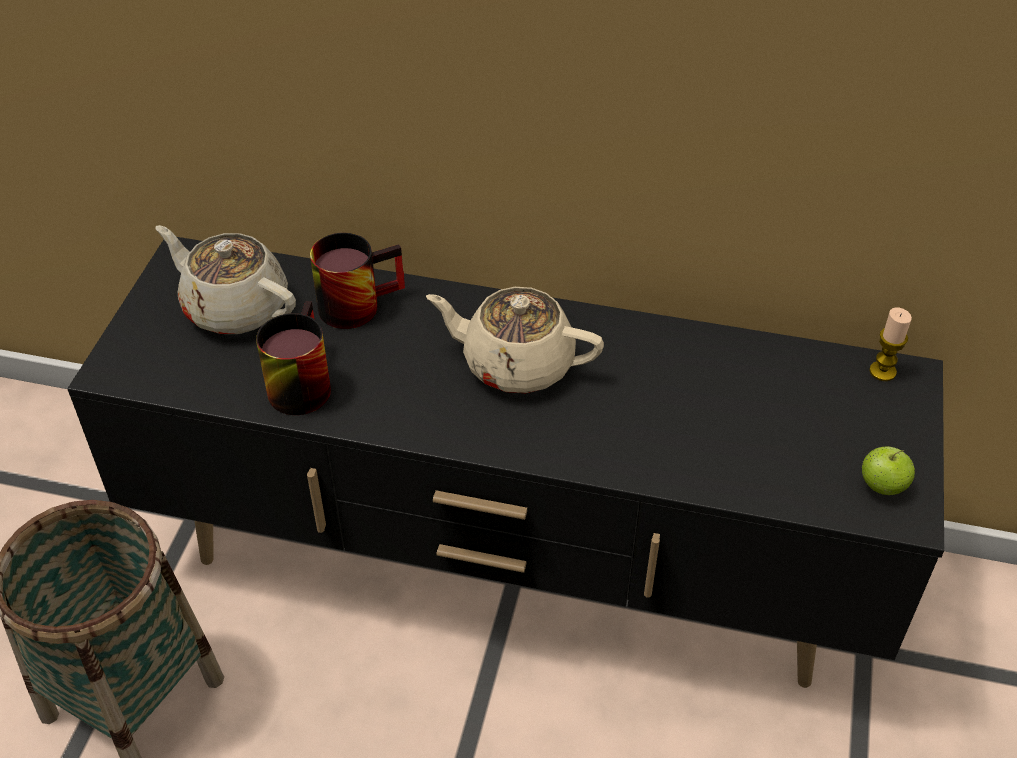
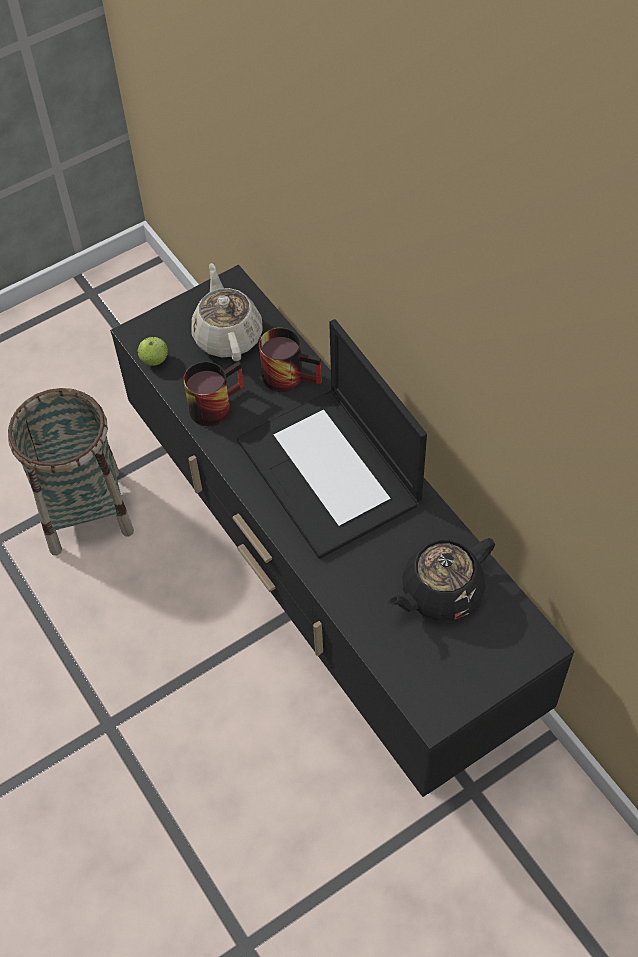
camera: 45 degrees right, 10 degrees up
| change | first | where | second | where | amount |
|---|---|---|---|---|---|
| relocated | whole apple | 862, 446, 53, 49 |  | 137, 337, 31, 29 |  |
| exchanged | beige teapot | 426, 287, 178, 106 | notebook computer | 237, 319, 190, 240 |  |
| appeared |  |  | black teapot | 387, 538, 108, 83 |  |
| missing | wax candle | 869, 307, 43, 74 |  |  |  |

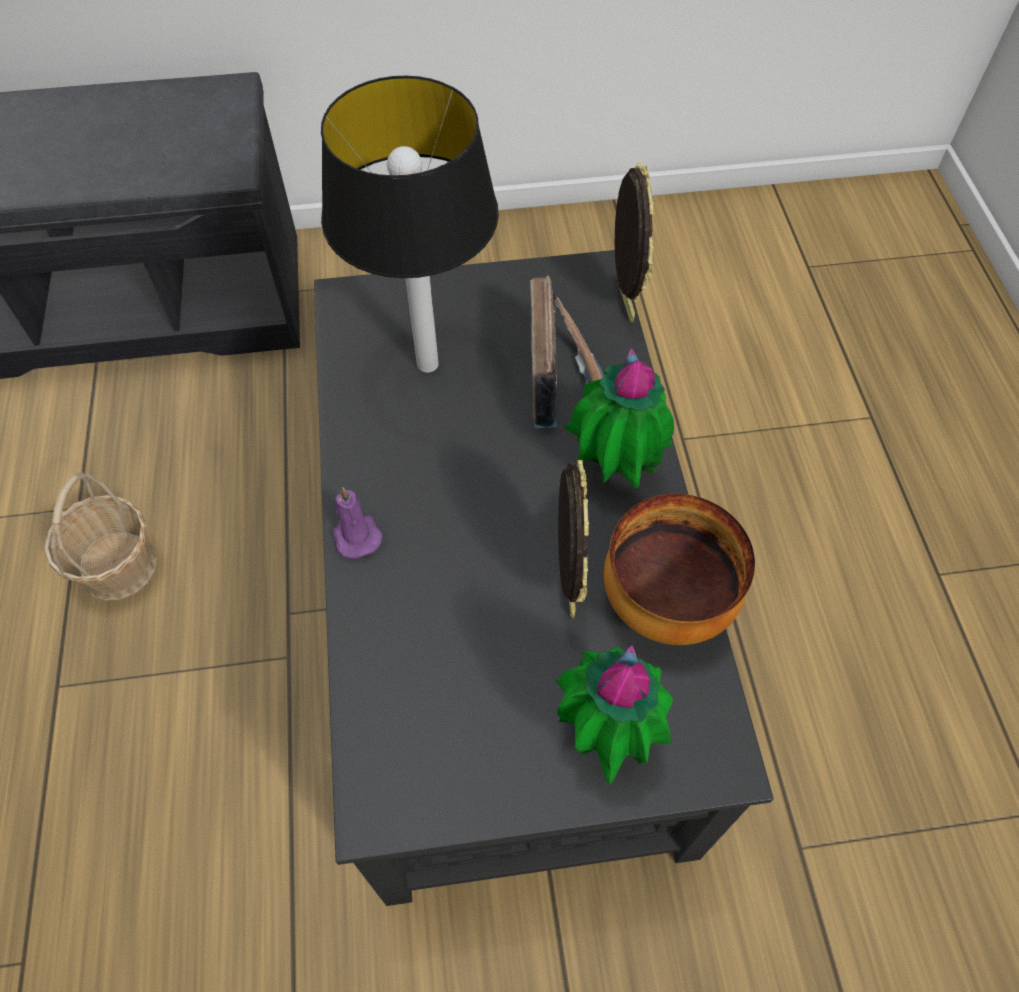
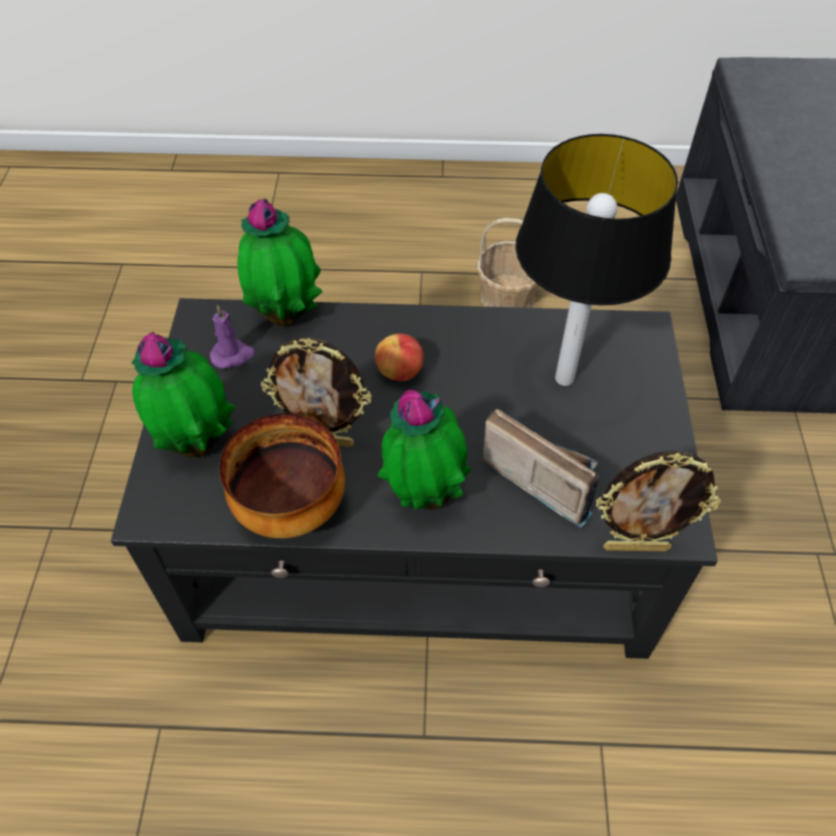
camera: 100 degrees right, 5 degrees down
| change | first | where | second | where | amount |
|---|---|---|---|---|---|
| relocated | purple wax candle | 333, 487, 50, 72 |  | 210, 305, 45, 64 |  |
| appeared |  |  | potted plant | 237, 199, 86, 127 |  |
| appeared |  |  | whole apple | 375, 333, 49, 48 |  |
| spun | radio set | 530, 275, 74, 154 |  | 482, 409, 118, 119 | 150 degrees counterclockwise |

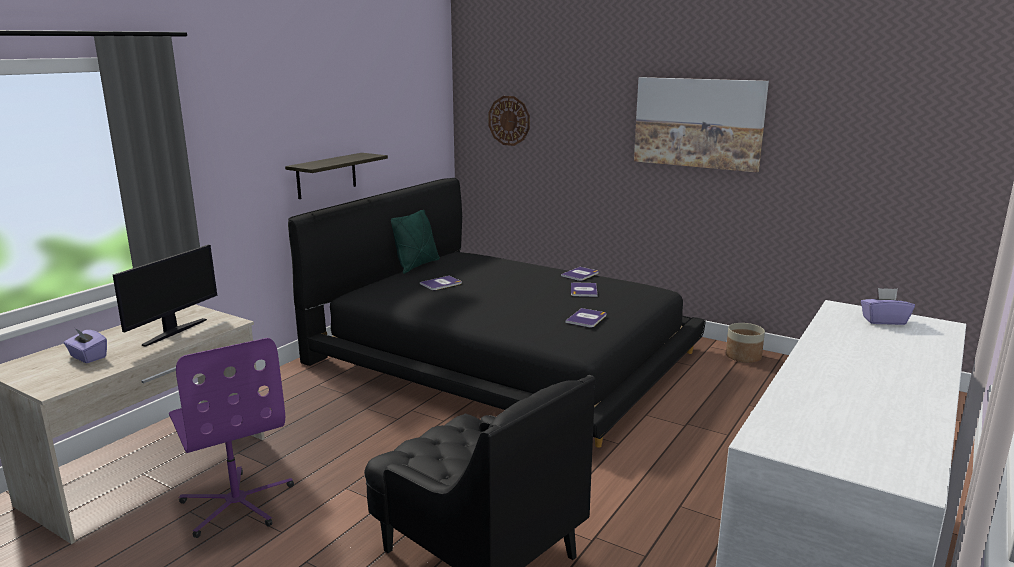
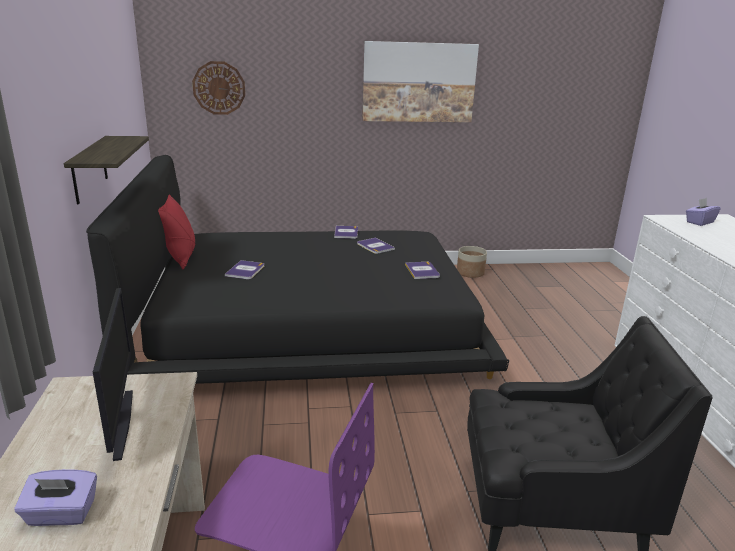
camera: 40 degrees left, 5 degrees up
| change | first | where | second | where | amount |
|---|---|---|---|---|---|
| colour | green-coloured throw pillow | 391, 210, 49, 64 | red throw pillow | 158, 194, 37, 75 |  |

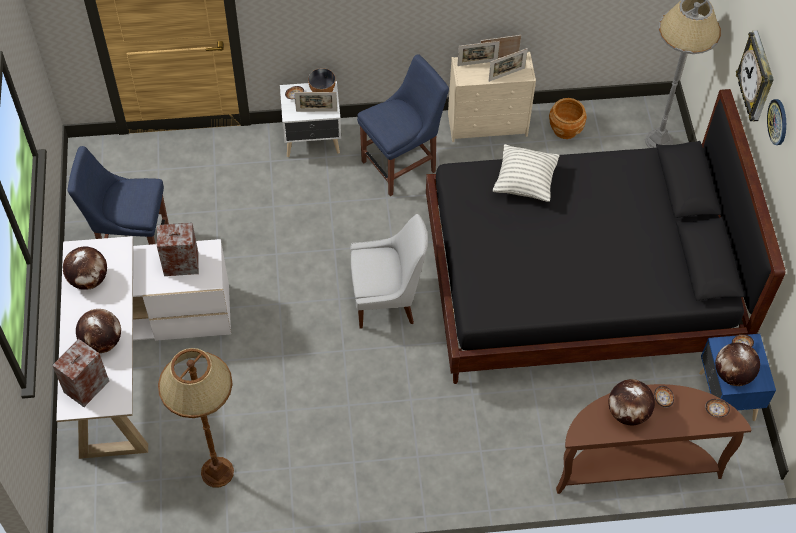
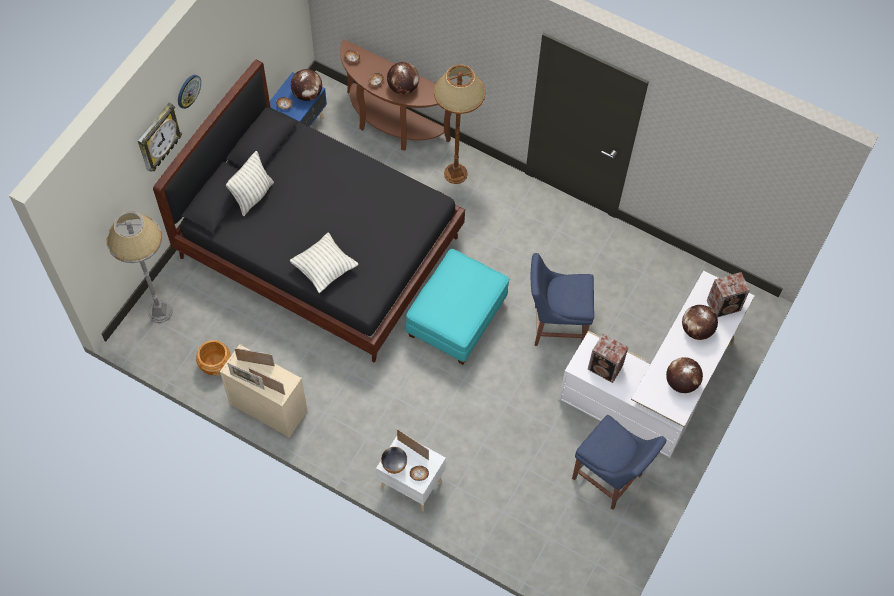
camera: 145 degrees left, 5 degrees up
| change | first | where | second | where | amount |
|---|---|---|---|---|---|
| appeared |  |  | throw pillow | 226, 151, 48, 65 |  |
| exchanged | white plain chair | 350, 214, 78, 115 | turquoise ottoman | 405, 249, 104, 116 |  |
| relocated | brown standing lamp | 158, 348, 76, 139 |  | 434, 64, 52, 120 |  |
| relocated | bluish plain chair | 357, 54, 92, 142 |  | 531, 253, 63, 93 |  |

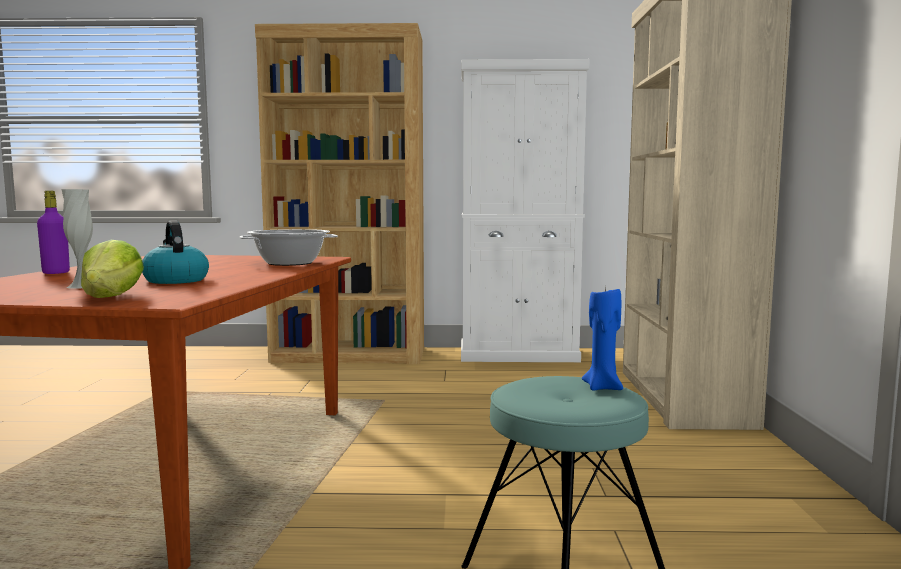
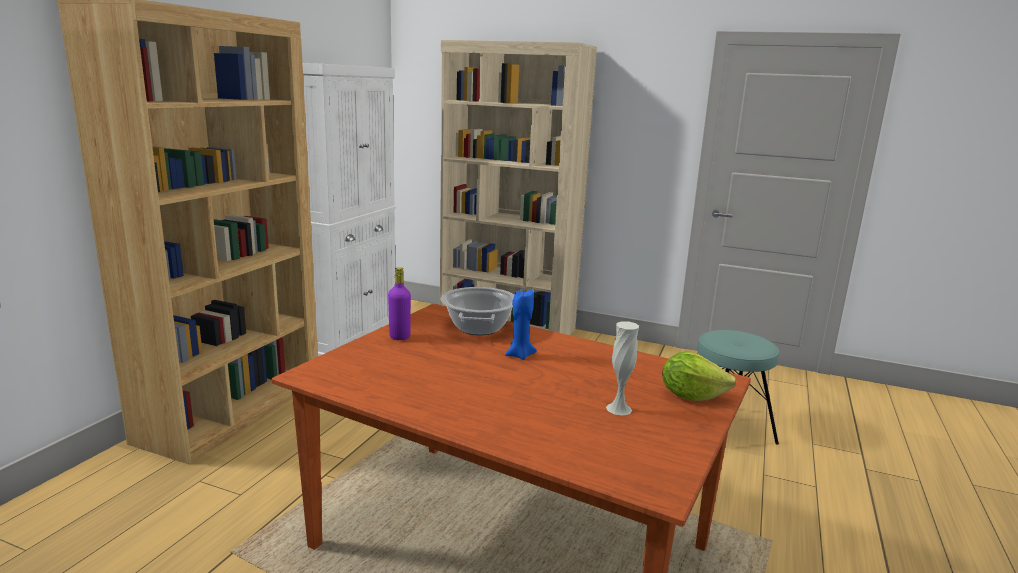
camera: 70 degrees left, 10 degrees up
| change | first | where | second | where | amount |
|---|---|---|---|---|---|
| relocated | purple beverage bottle | 37, 190, 33, 84 |  | 388, 267, 23, 73 |  |
| relocated | bluish wax candle | 582, 285, 41, 106 |  | 505, 289, 32, 71 |  |
| missing | kettle | 142, 221, 67, 63 |  |  |  |

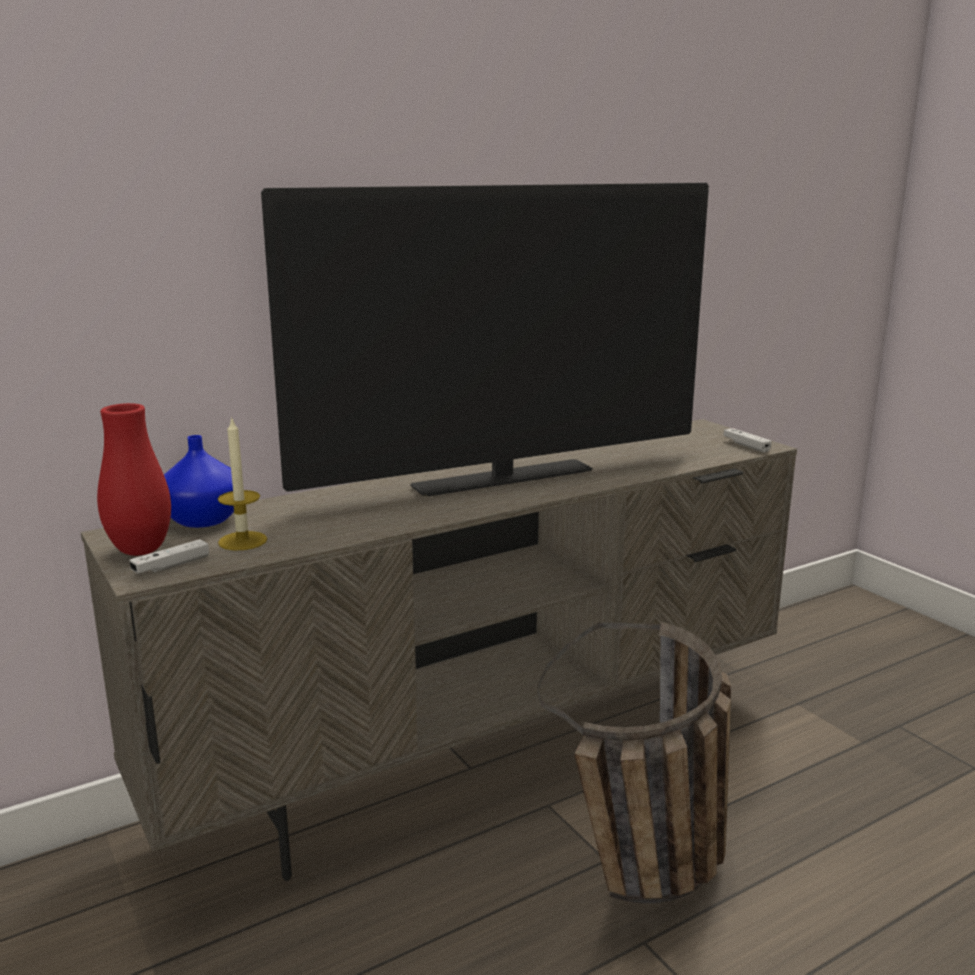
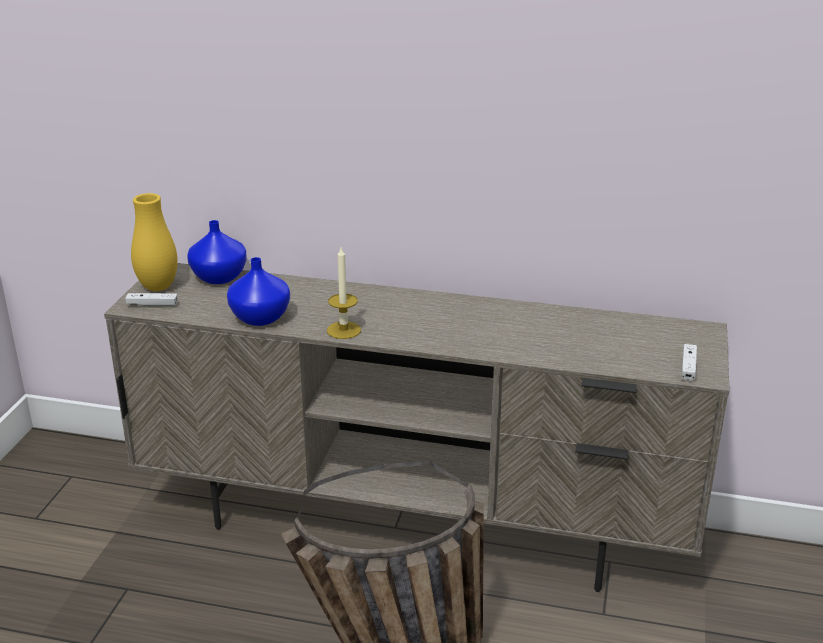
camera: 45 degrees right, 10 degrees up
| change | first | where | second | where | amount |
|---|---|---|---|---|---|
| colour | red vase | 97, 403, 74, 153 | yellow-coloured vase | 131, 193, 47, 98 |  |
| appeared |  |  | bluish vase | 227, 257, 63, 69 |  |
| relocated | wax candle | 218, 416, 49, 134 |  | 327, 247, 34, 92 |  |
| missing | TV set | 261, 183, 448, 313 |  |  |  |

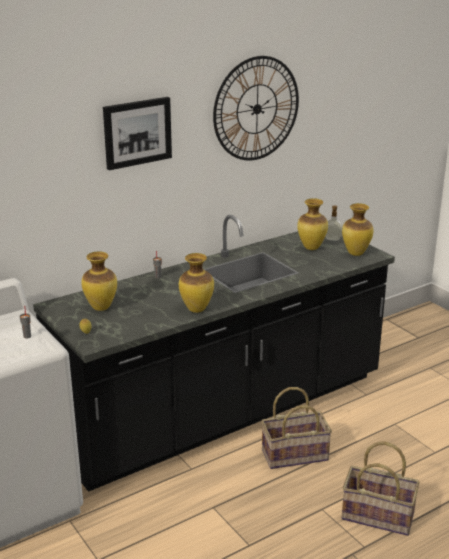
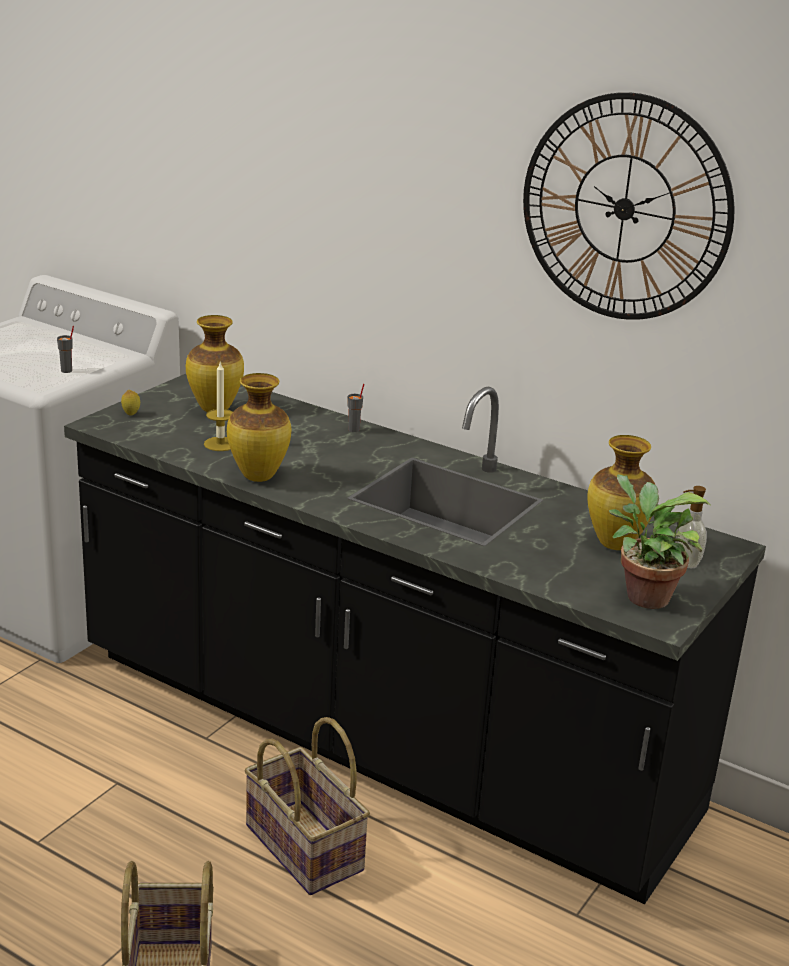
camera: 65 degrees right, 0 degrees up
| change | first | where | second | where | amount |
|---|---|---|---|---|---|
| appeared |  |  | wax candle | 204, 362, 29, 89 |  |
| exchanged | vase | 342, 203, 32, 53 | potted plant | 609, 474, 101, 135 |  |
| missing | picture | 103, 97, 69, 73 |  |  |  |

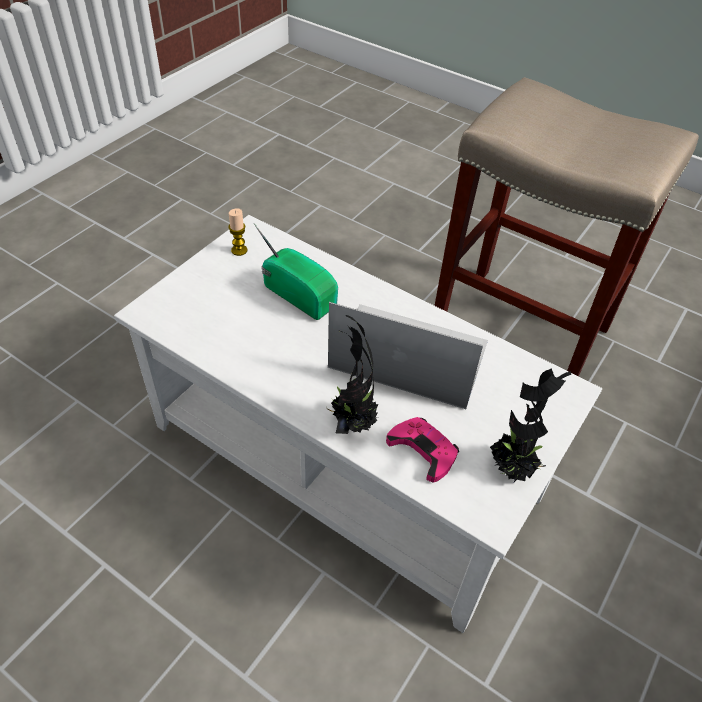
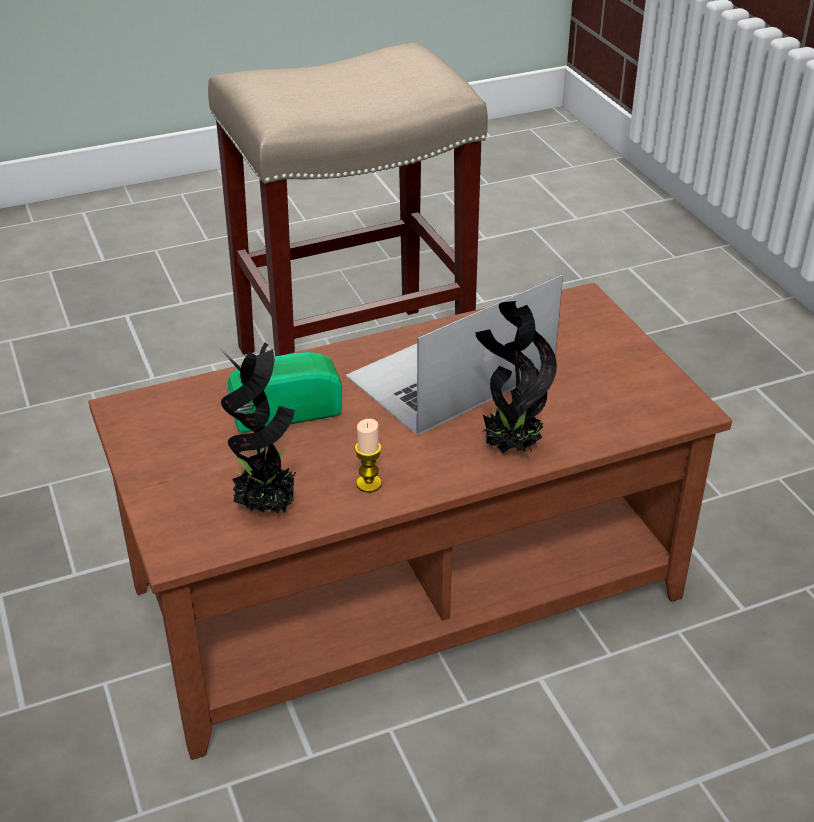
camera: 55 degrees left, 10 degrees down
| change | first | where | second | where | amount |
|---|---|---|---|---|---|
| colour | white coffee table | 114, 215, 488, 418 | brown coffee table | 88, 283, 644, 477 |  |
| relocated | potted plant | 490, 368, 81, 114 |  | 221, 343, 75, 170 |  |
| relocated | wax candle | 228, 208, 20, 48 |  | 355, 419, 27, 74 |  |
| missing | pinkish gamepad | 386, 417, 73, 66 |  |  |  |

